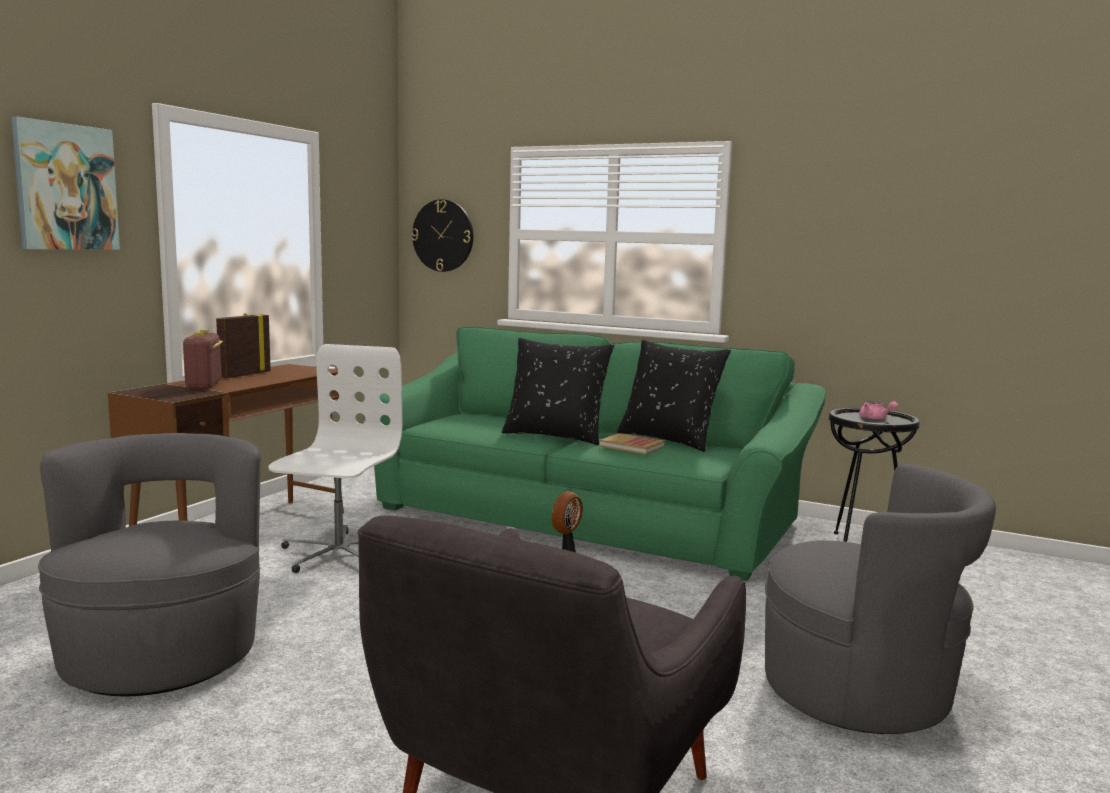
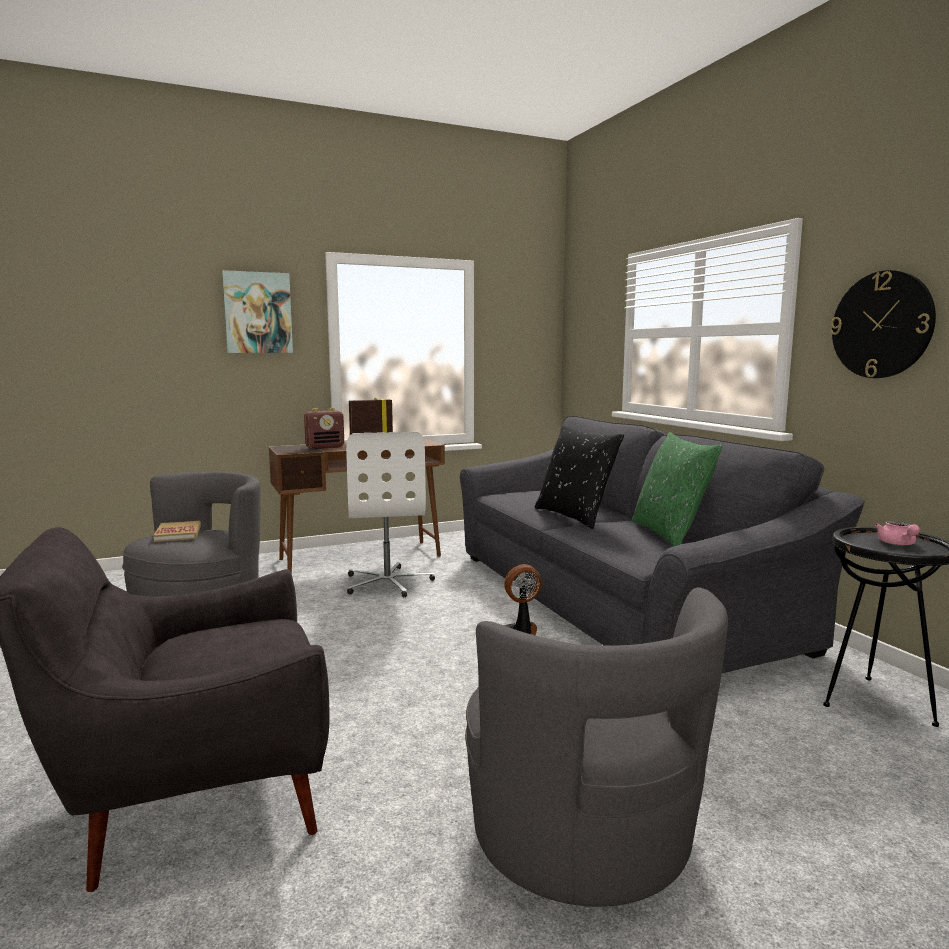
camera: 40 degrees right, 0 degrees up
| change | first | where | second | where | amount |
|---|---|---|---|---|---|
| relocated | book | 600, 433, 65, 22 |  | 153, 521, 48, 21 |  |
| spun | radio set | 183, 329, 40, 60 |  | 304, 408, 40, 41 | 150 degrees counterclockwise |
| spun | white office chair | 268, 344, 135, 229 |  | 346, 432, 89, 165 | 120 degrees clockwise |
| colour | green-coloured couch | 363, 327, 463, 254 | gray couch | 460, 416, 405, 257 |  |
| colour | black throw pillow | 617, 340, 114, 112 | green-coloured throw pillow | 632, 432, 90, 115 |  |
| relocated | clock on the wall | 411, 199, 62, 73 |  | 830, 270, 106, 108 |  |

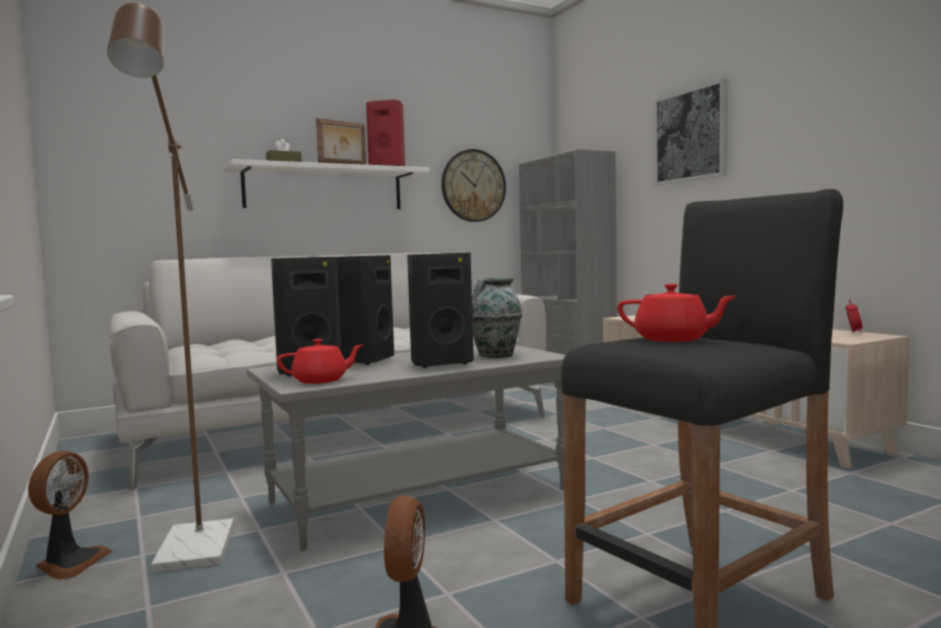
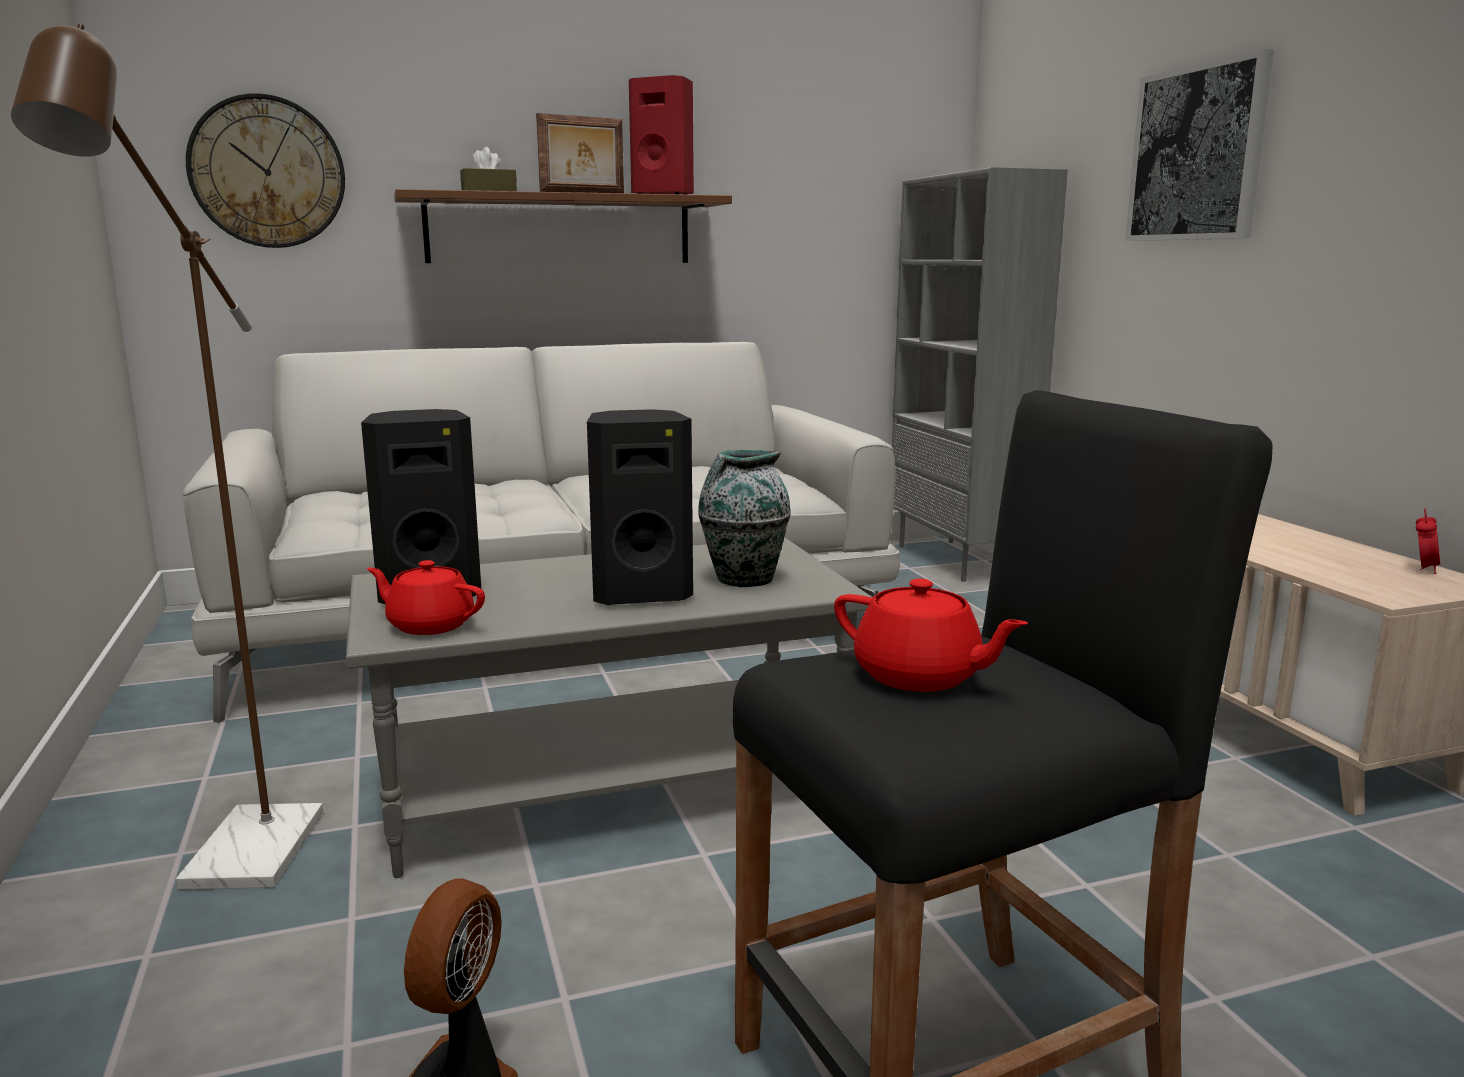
camera: 10 degrees right, 10 degrees up
| change | first | where | second | where | amount |
|---|---|---|---|---|---|
| relocated | clock on the wall | 441, 149, 65, 73 |  | 186, 93, 159, 155 |  |
| spun | red teapot | 277, 339, 86, 45 |  | 367, 560, 118, 75 | 150 degrees counterclockwise |
| colour | white wall shelf | 224, 159, 206, 50 | brown wall shelf | 394, 189, 338, 74 |  |
| missing | electric fan | 28, 451, 84, 129 |  |  |  |
| missing | black audio speaker | 337, 255, 57, 110 |  |  |  |

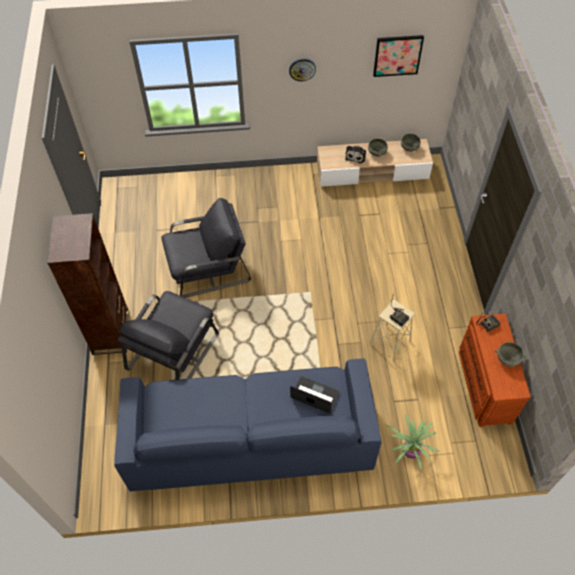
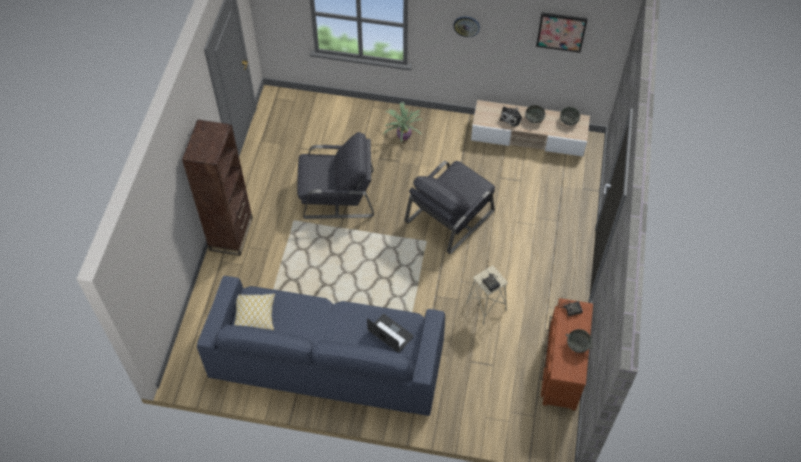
camera: 15 degrees right, 0 degrees up
| change | first | where | second | where | amount |
|---|---|---|---|---|---|
| appeared |  |  | throw pillow | 234, 294, 41, 36 |  |
| relocated | potted plant | 386, 415, 54, 55 |  | 384, 101, 38, 41 |  |
| relocated | gray armchair | 117, 291, 102, 89 |  | 404, 161, 91, 93 |  |

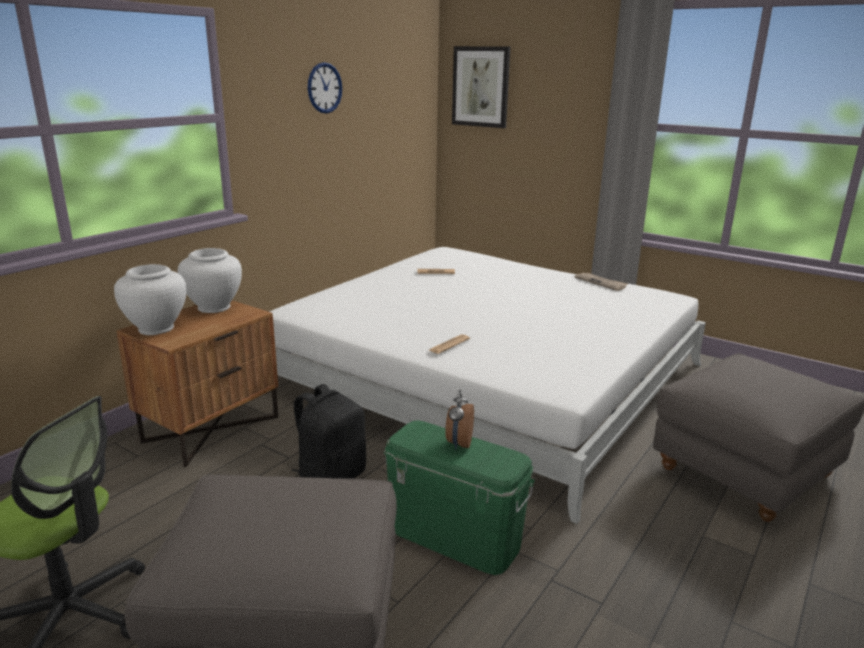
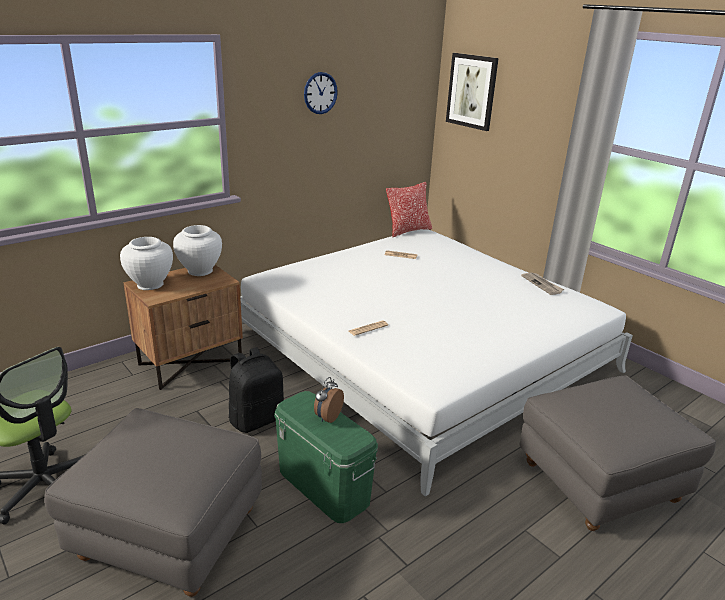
camera: 15 degrees right, 5 degrees up
| change | first | where | second | where | amount |
|---|---|---|---|---|---|
| appeared |  |  | throw pillow | 386, 182, 46, 55 |  |

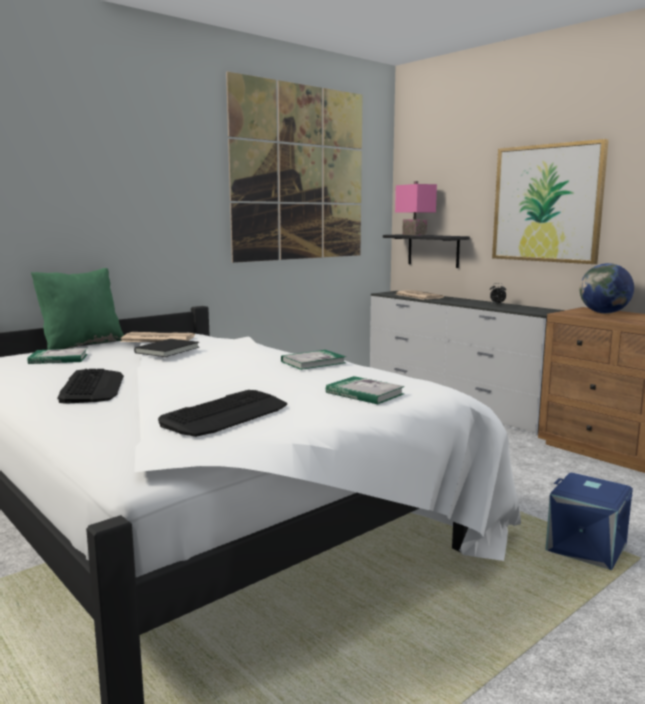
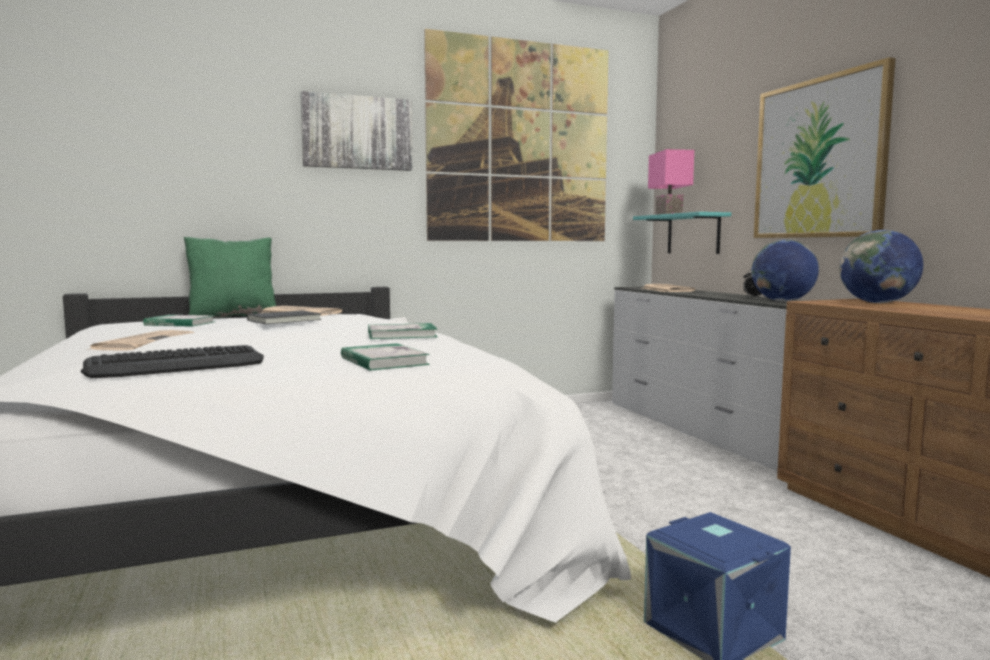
camera: 20 degrees right, 5 degrees down
| change | first | where | second | where | amount |
|---|---|---|---|---|---|
| exchanged | computer keyboard | 58, 369, 66, 35 | daily paper | 86, 330, 108, 21 |  |
| appeared |  |  | picture | 300, 91, 113, 80 |  |
| colour | black wall shelf | 383, 234, 87, 34 | turquoise wall shelf | 633, 212, 98, 42 |  |
| appeared |  |  | world globe | 751, 239, 68, 63 |  |

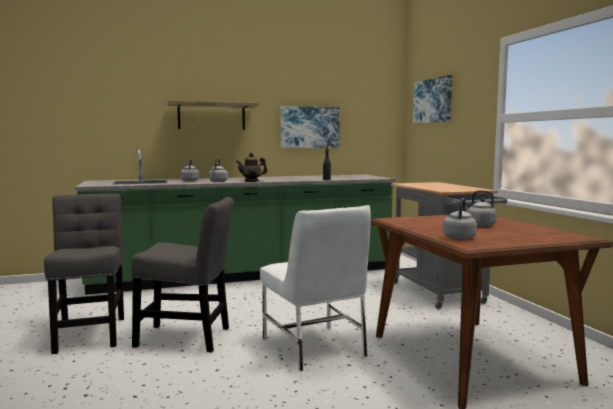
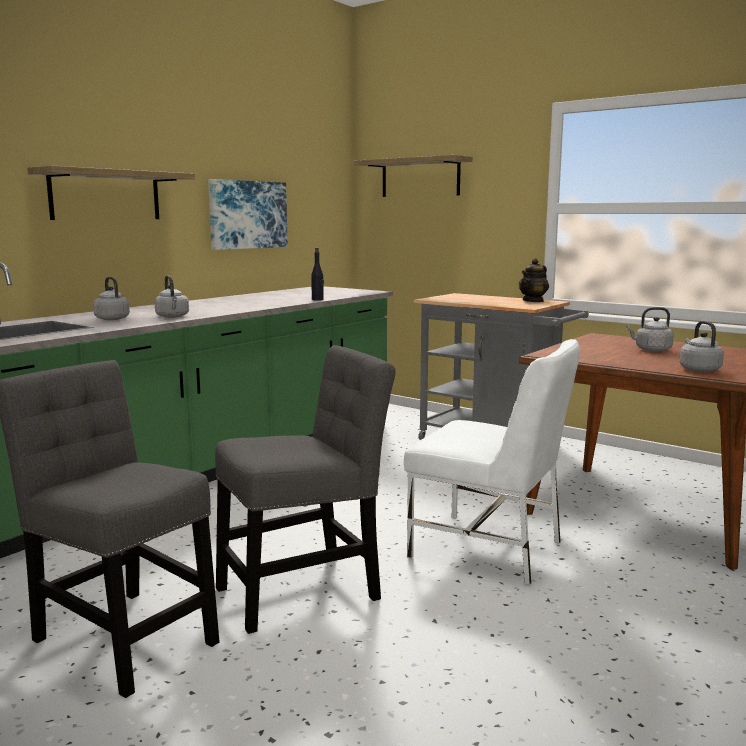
camera: 35 degrees left, 5 degrees up
| change | first | where | second | where | amount |
|---|---|---|---|---|---|
| exchanged | picture | 413, 75, 39, 49 | wall shelf | 354, 155, 119, 42 |  |
| relocated | teapot | 236, 153, 32, 29 |  | 519, 258, 30, 44 |  |

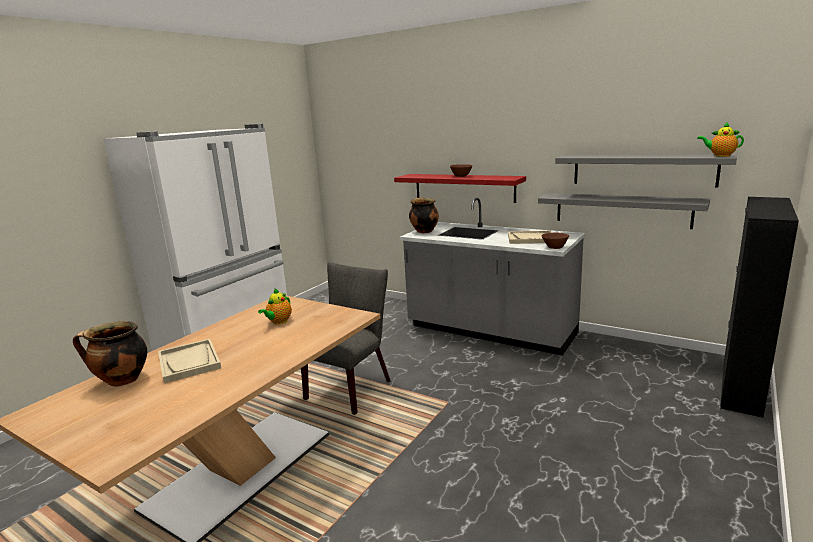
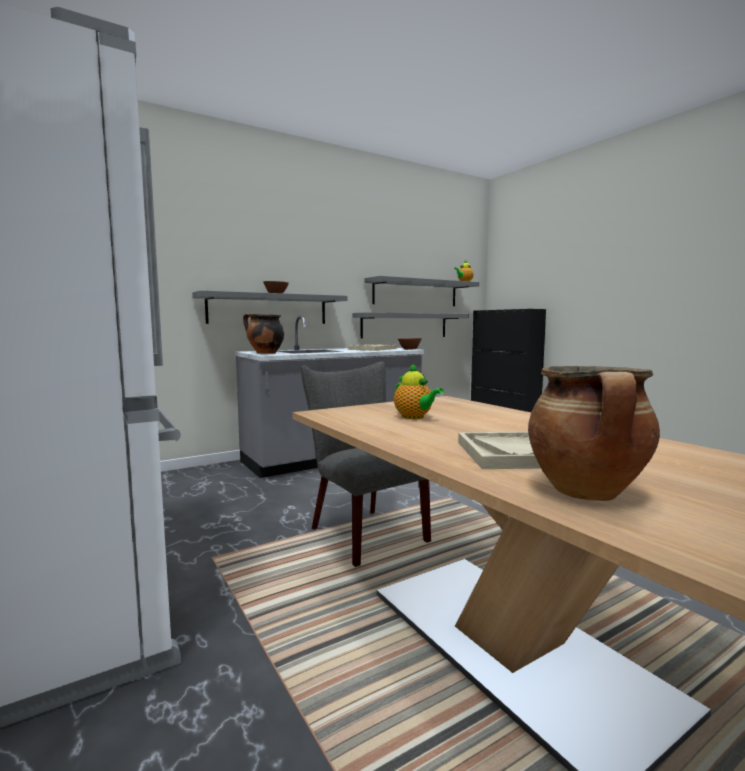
camera: 65 degrees left, 10 degrees down
| change | first | where | second | where | amount |
|---|---|---|---|---|---|
| colour | red wall shelf | 394, 174, 132, 29 | gray wall shelf | 192, 290, 156, 34 |  |

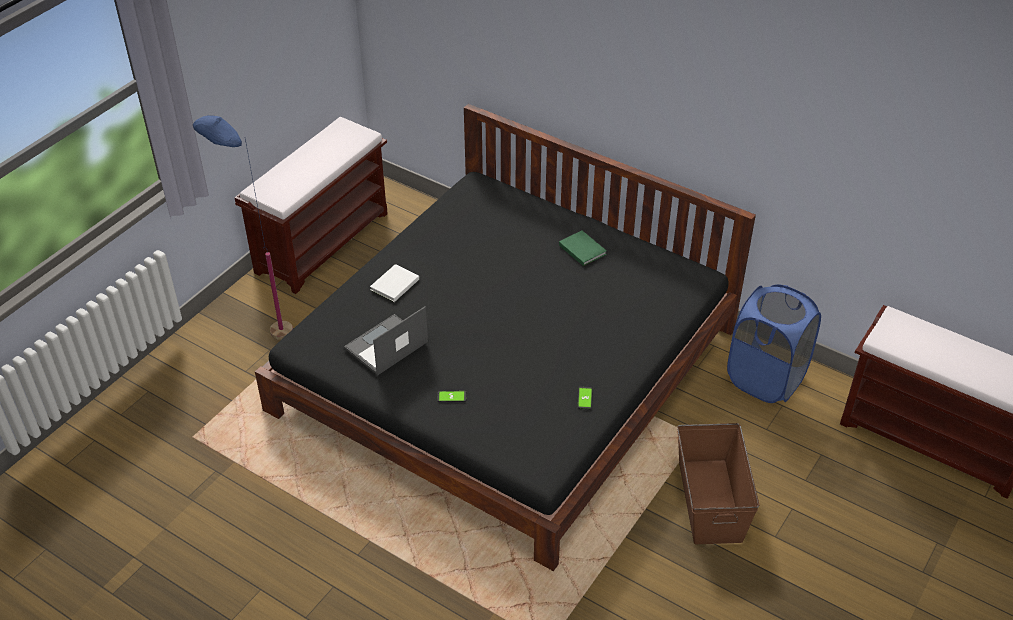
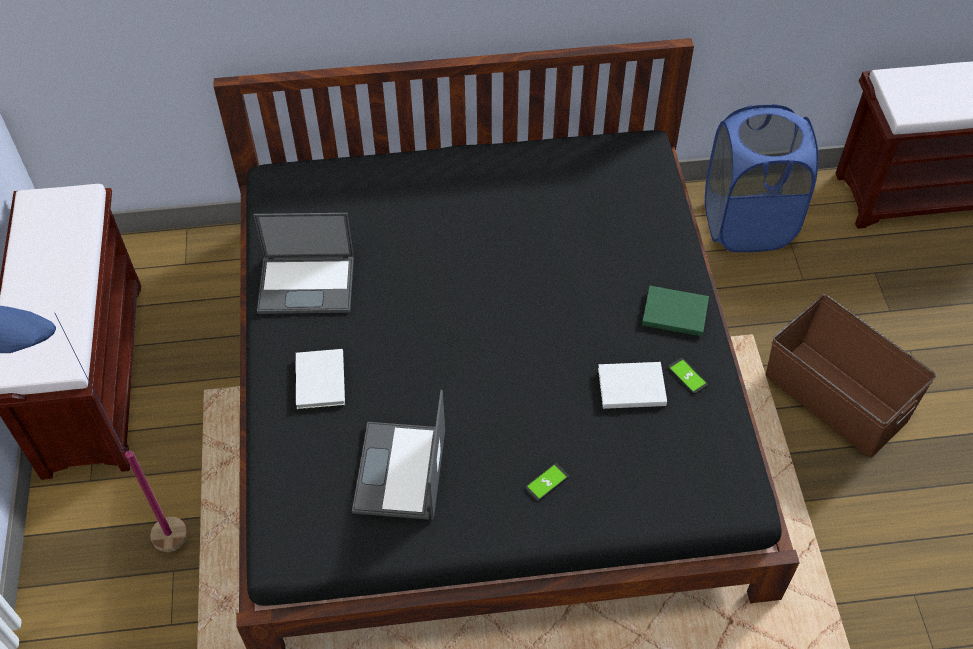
camera: 40 degrees left, 10 degrees up
| change | first | where | second | where | amount |
|---|---|---|---|---|---|
| appeared |  |  | notebook computer | 254, 213, 100, 101 |  |
| appeared |  |  | white book | 598, 362, 69, 47 |  |
| relocated | green-coloured book | 559, 230, 48, 36 |  | 642, 286, 67, 50 |  |

